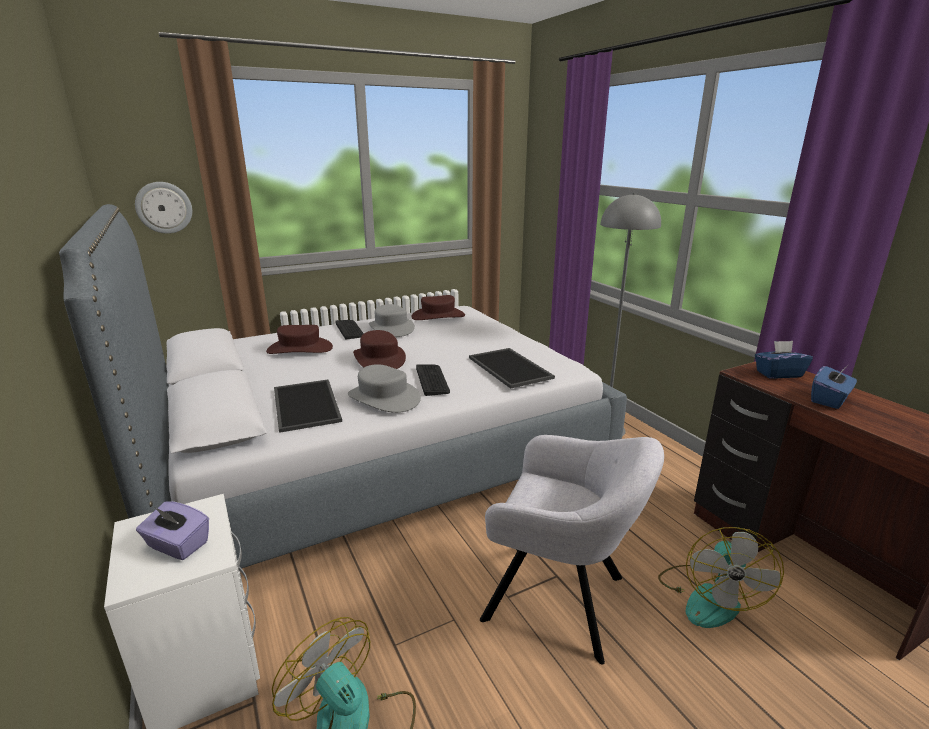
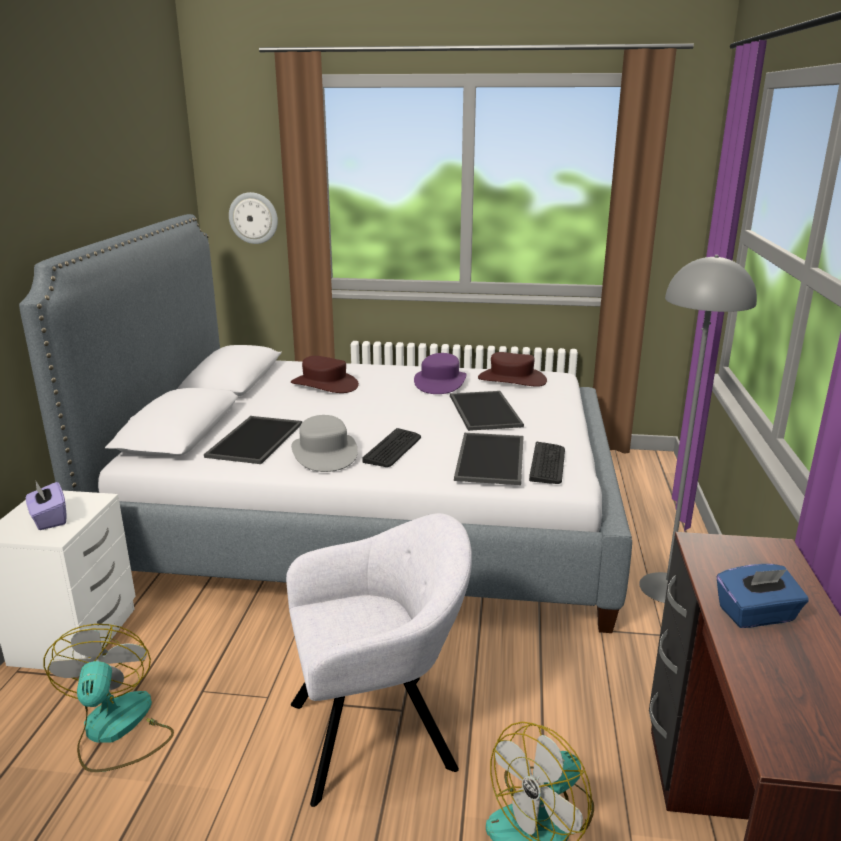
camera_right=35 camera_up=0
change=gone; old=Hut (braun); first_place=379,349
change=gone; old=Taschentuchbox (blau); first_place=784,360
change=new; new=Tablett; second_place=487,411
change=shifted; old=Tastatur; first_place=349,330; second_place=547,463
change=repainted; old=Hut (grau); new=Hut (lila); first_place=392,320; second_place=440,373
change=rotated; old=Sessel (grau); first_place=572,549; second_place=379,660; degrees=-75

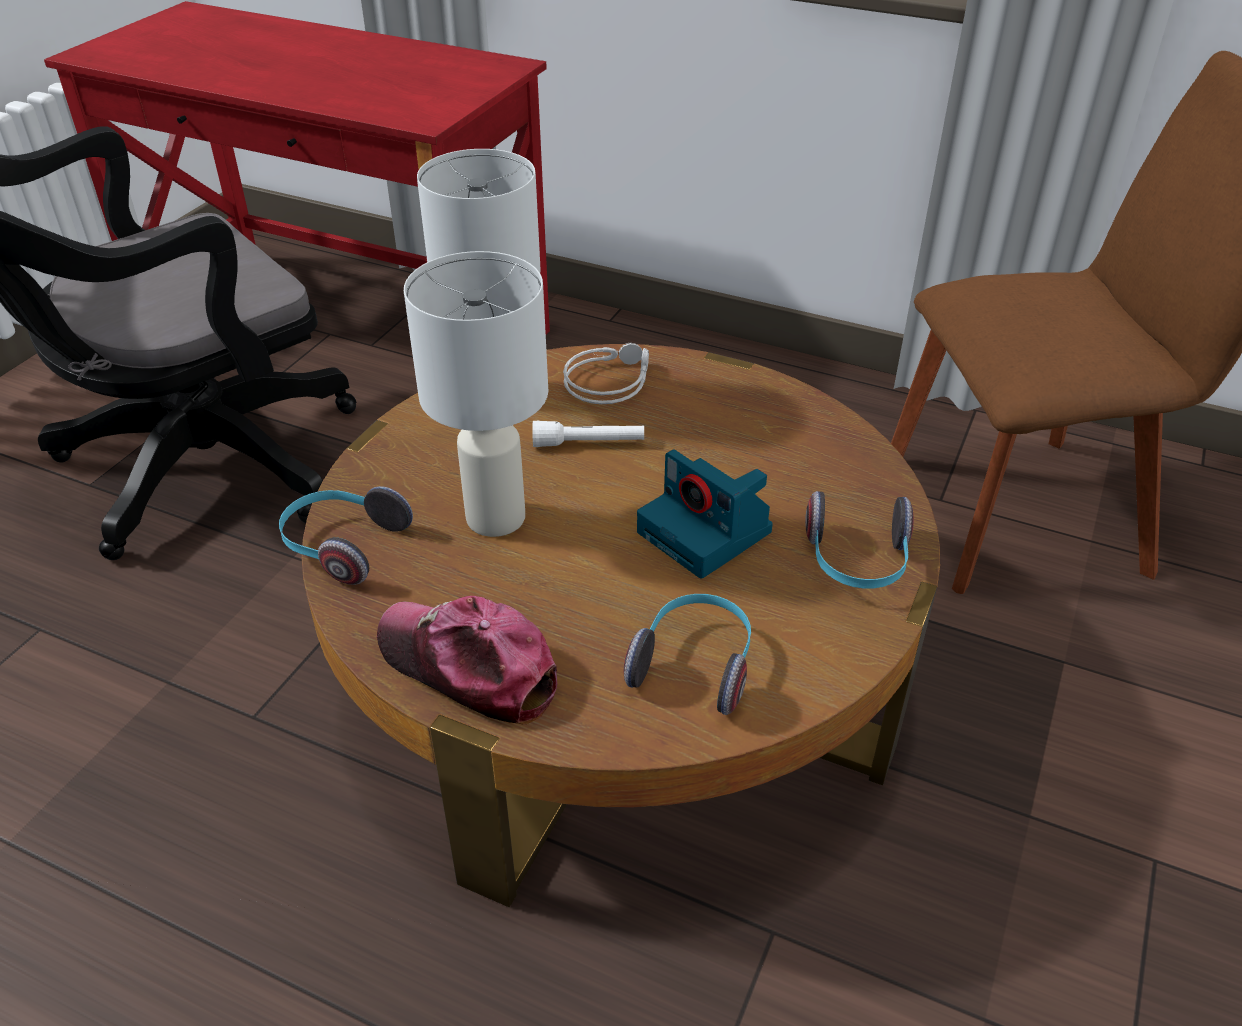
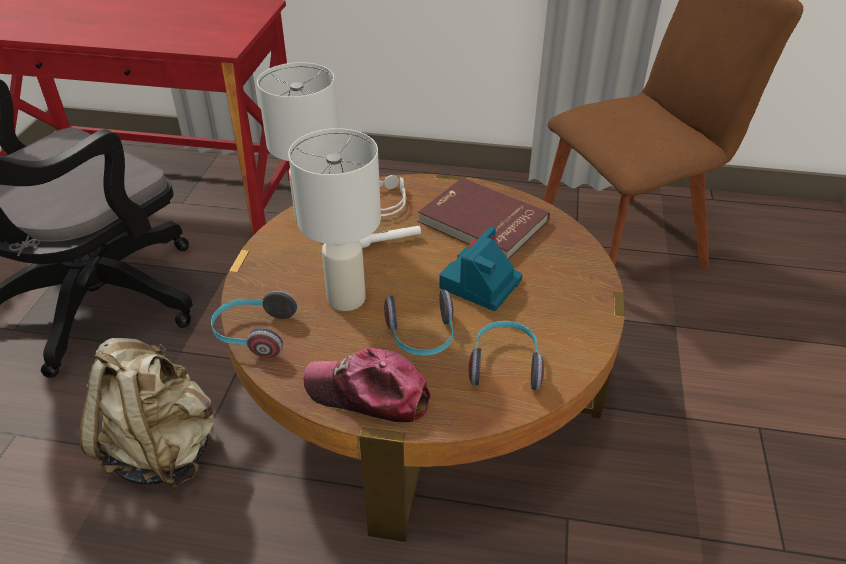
camera_right=-15 camera_up=0
change=new; new=Rucksack (beige); second_place=147,413
change=new; new=Buch (rot); second_place=484,219
change=shifted; old=Kopfhörer; first_place=859,540; second_place=418,323
change=rotated; old=Kamera; first_place=705,514; second_place=480,269; degrees=90

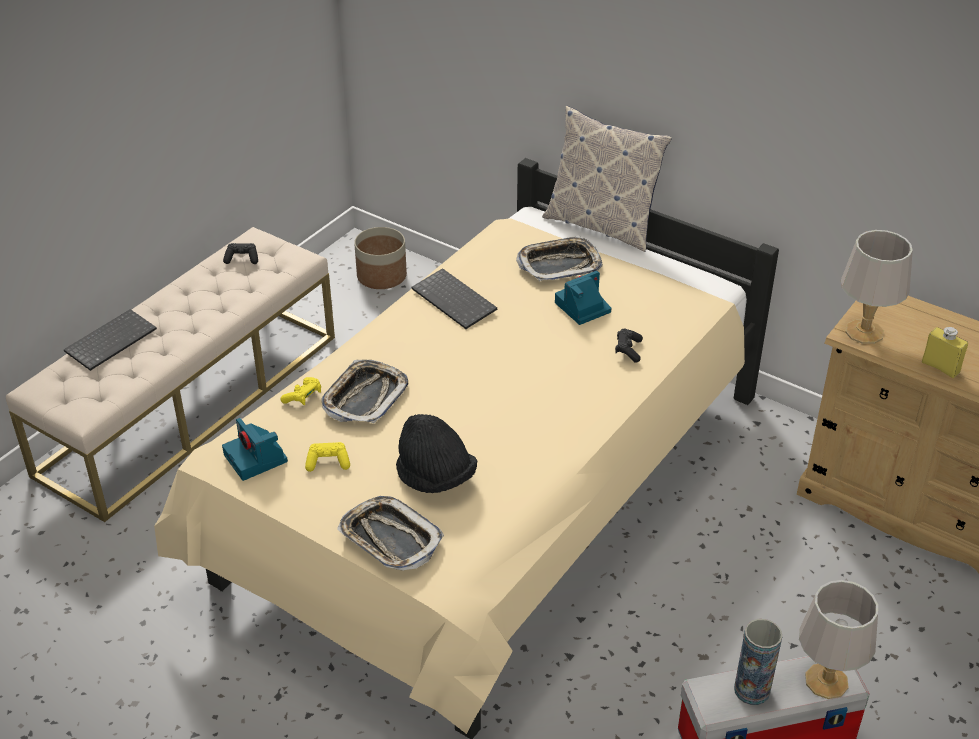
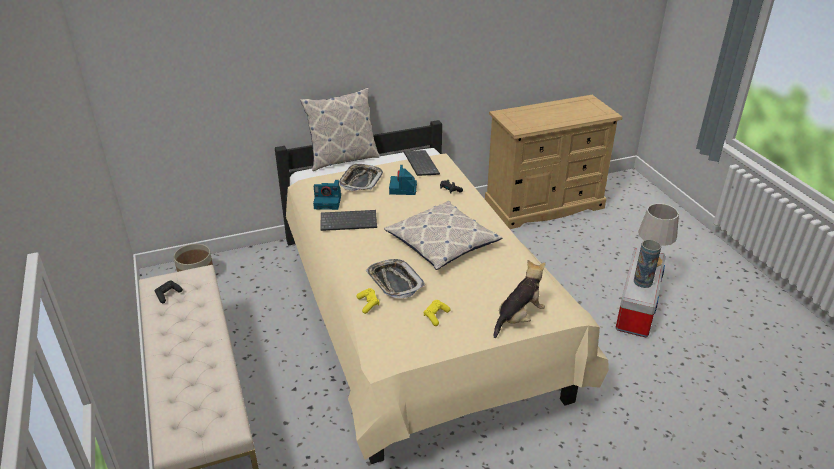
camera_right=-55 camera_up=-5
change=gone; old=Hut (schwarz); first_place=436,453
change=gone; old=Tischlampe (grau); first_place=877,287
change=gone; old=Flasche (gelb); first_place=945,352
change=new; new=Kissen; second_place=443,235
change=shifted; old=Tastatur; first_place=110,340; second_place=422,163
change=shifted; old=Kamera; first_place=255,449; second_place=327,195
change=swapped; old=Tablett; new=Plüschtier; first_place=390,533; second_place=519,299

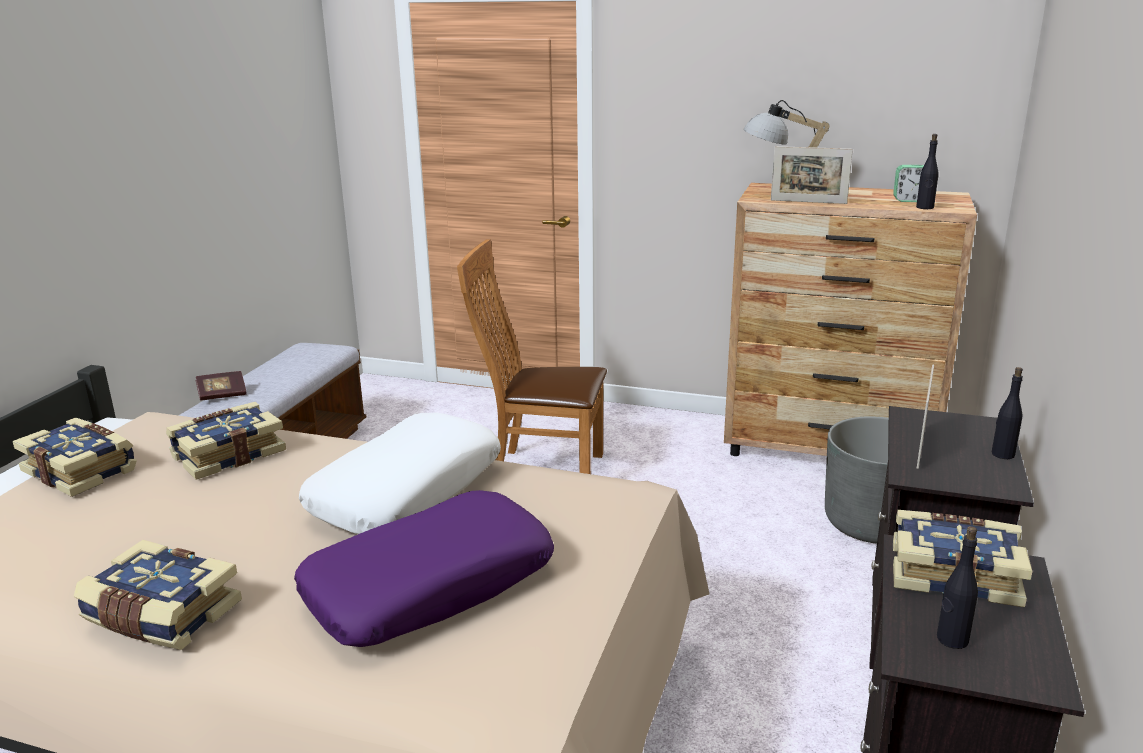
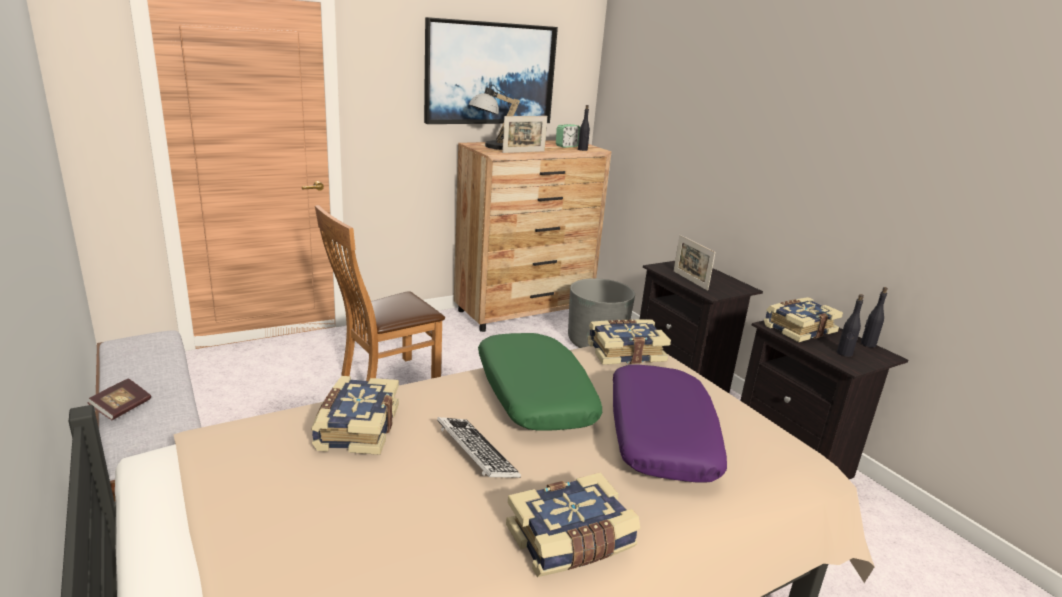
camera_right=-50 camera_up=0
change=new; new=Bild; second_place=491,70
change=new; new=Tastatur; second_place=479,447
change=shifted; old=Buch; first_place=75,457; second_place=629,342
change=shifted; old=Flasche (schwarz); first_place=1007,413; second_place=874,317
change=repainted; old=Kissen (weiß); new=Kissen (grün); first_place=400,473; second_place=540,382

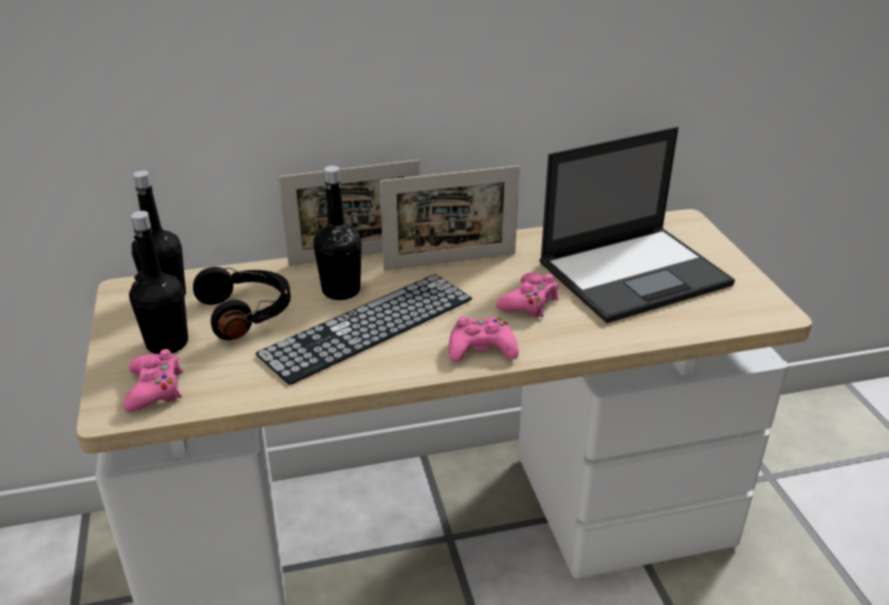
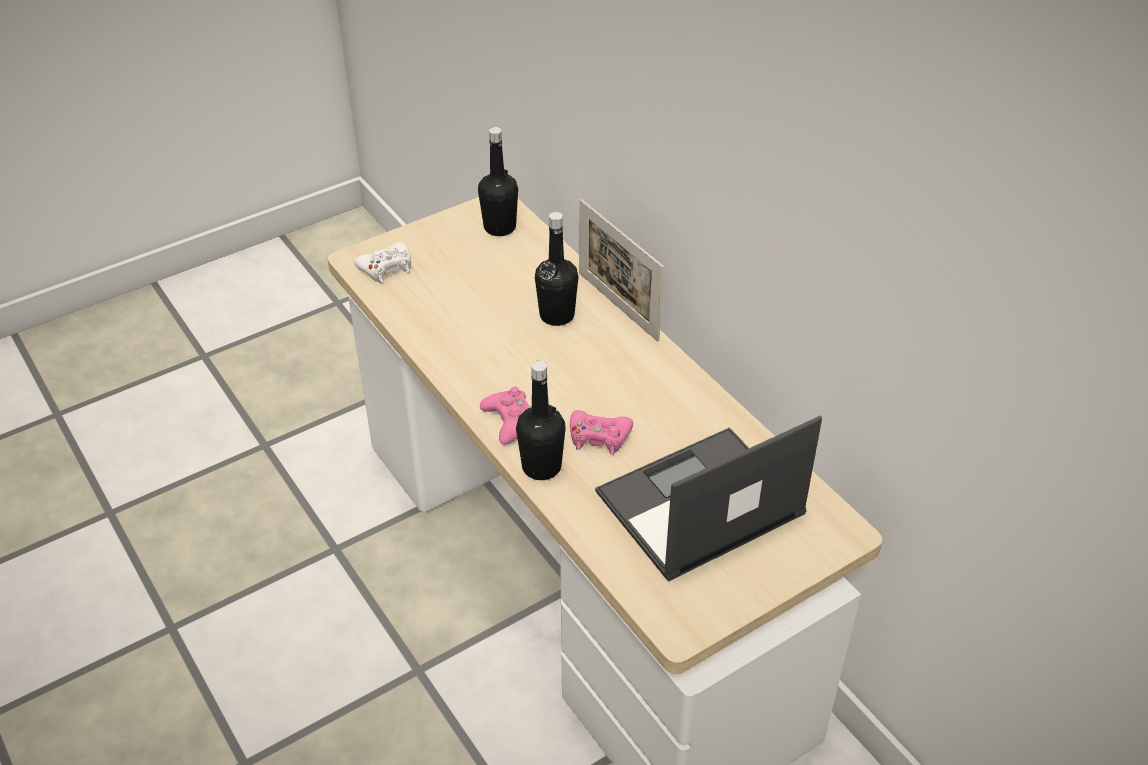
camera_right=70 camera_up=10
change=gone; old=Kopfhörer (schwarz); first_place=242,303
change=gone; old=Tastatur; first_place=364,329
change=gone; old=Bilderrahmen; first_place=450,217
change=shifted; old=Flasche (schwarz); first_place=158,282; second_place=540,420
change=repainted; old=Gamepad (rosa); new=Gamepad (weiß); first_place=153,380; second_place=382,262
change=rotated; old=Laptop; first_place=637,225; second_place=708,498; degrees=105

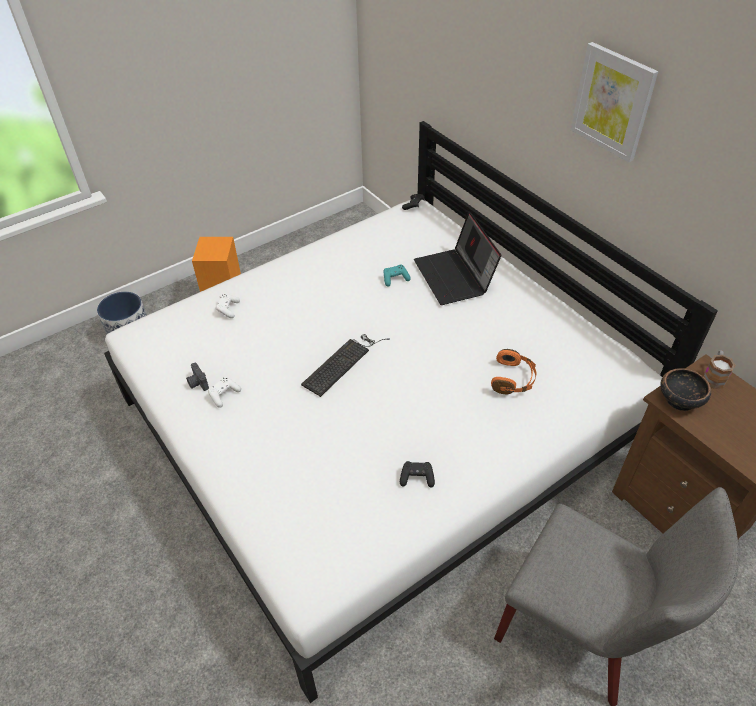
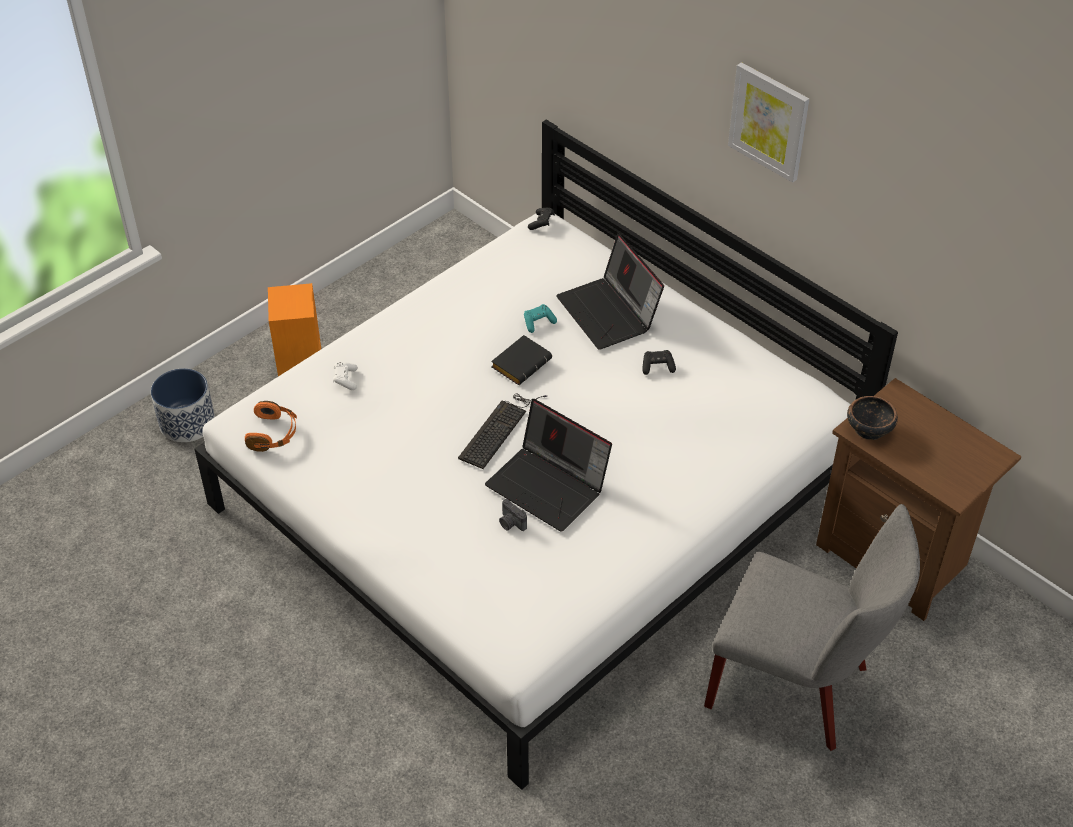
camera_right=-10 camera_up=0
change=gone; old=Gamepad (weiß); first_place=224,392
change=gone; old=Henkelbecher; first_place=719,369
change=new; new=Laptop; second_place=548,465
change=new; new=Buch (schwarz); second_place=521,360
change=shifted; old=Kamera; first_place=197,377; second_place=513,515
change=shifted; old=Gamepad (schwarz); first_place=417,474; second_place=659,362
change=shifted; old=Kopfhörer (orange); first_place=513,371; second_place=271,426

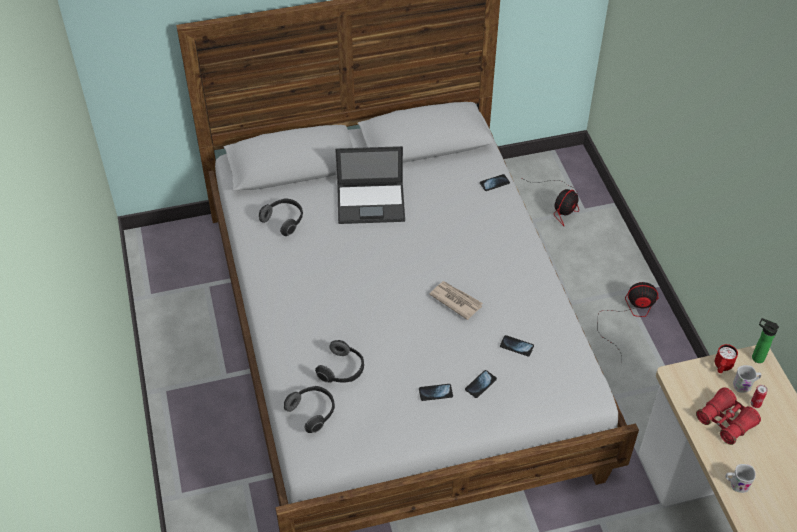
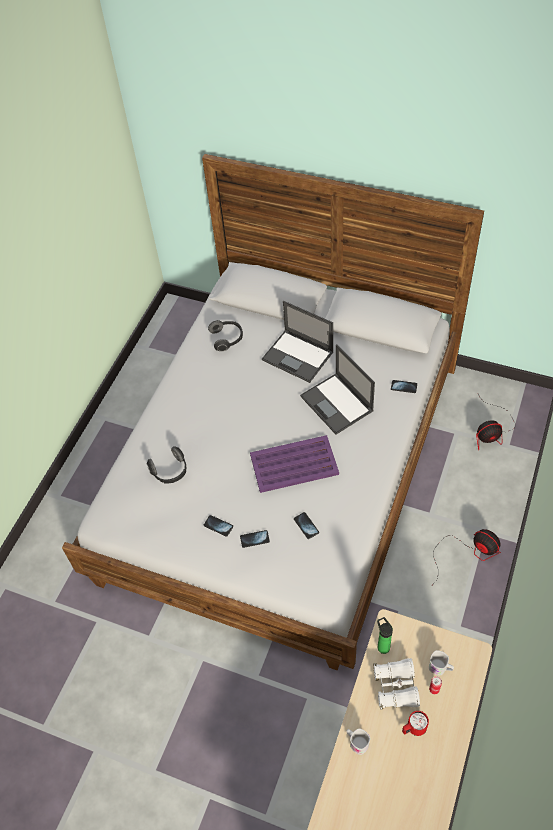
camera_right=40 camera_up=5
change=gone; old=Kopfhörer; first_place=309,409
change=new; new=Laptop; second_place=337,389
change=shifted; old=Henkelbecher (rot); first_place=726,358; second_place=415,723
change=shifted; old=Flasche; first_place=765,340; second_place=385,635
change=swapped; old=Zeitung; new=Tablett (lila); first_place=456,300; second_place=294,464
change=repainted; old=Fernglas (rot); new=Fernglas (weiß); first_place=728,416; second_place=396,684

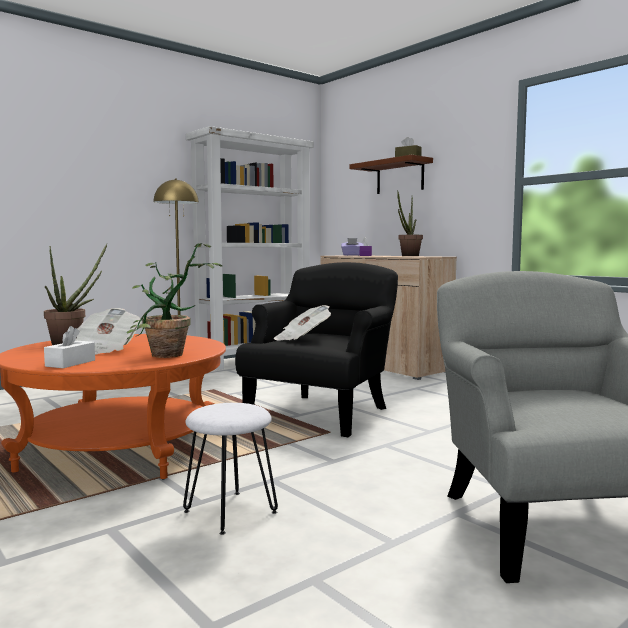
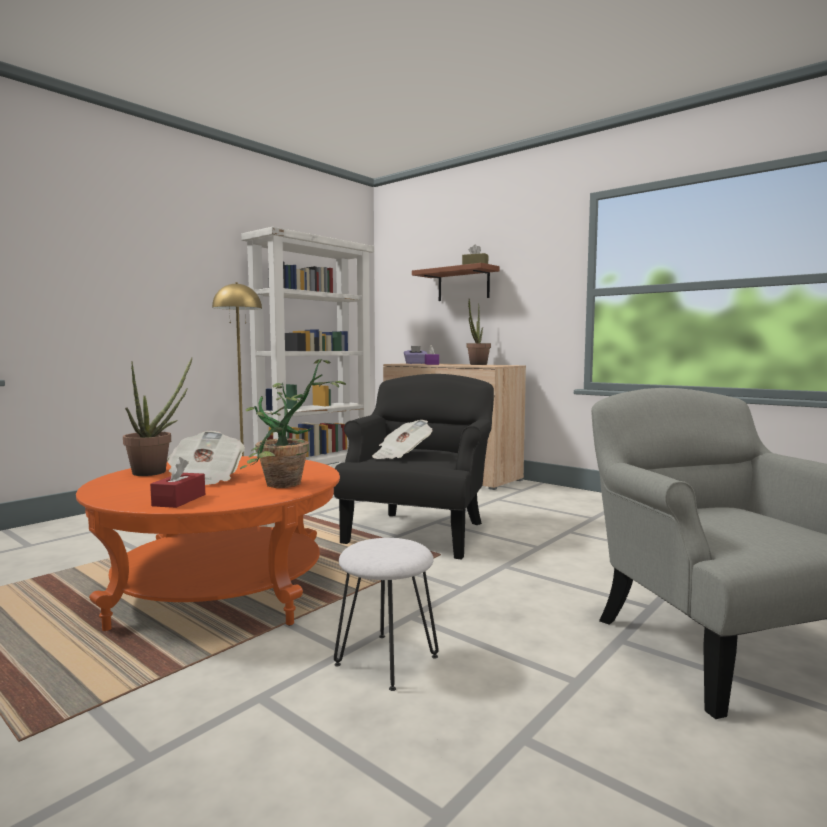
camera_right=-10 camera_up=0
change=repainted; old=Taschentuchbox (weiß); new=Taschentuchbox (rot); first_place=69,347; second_place=177,482

